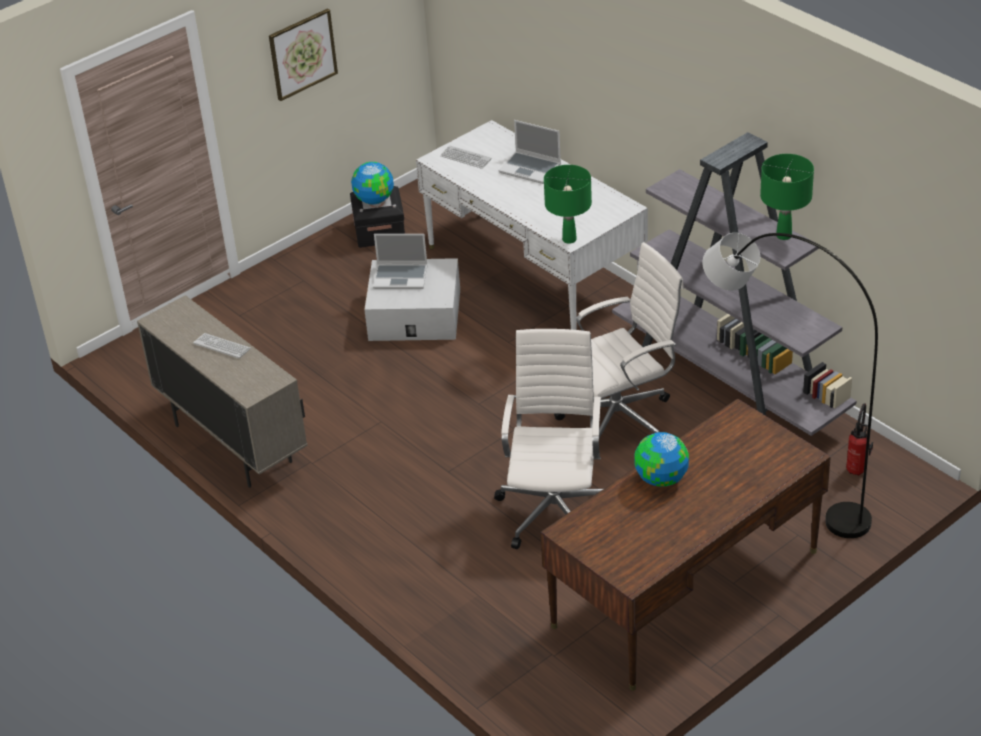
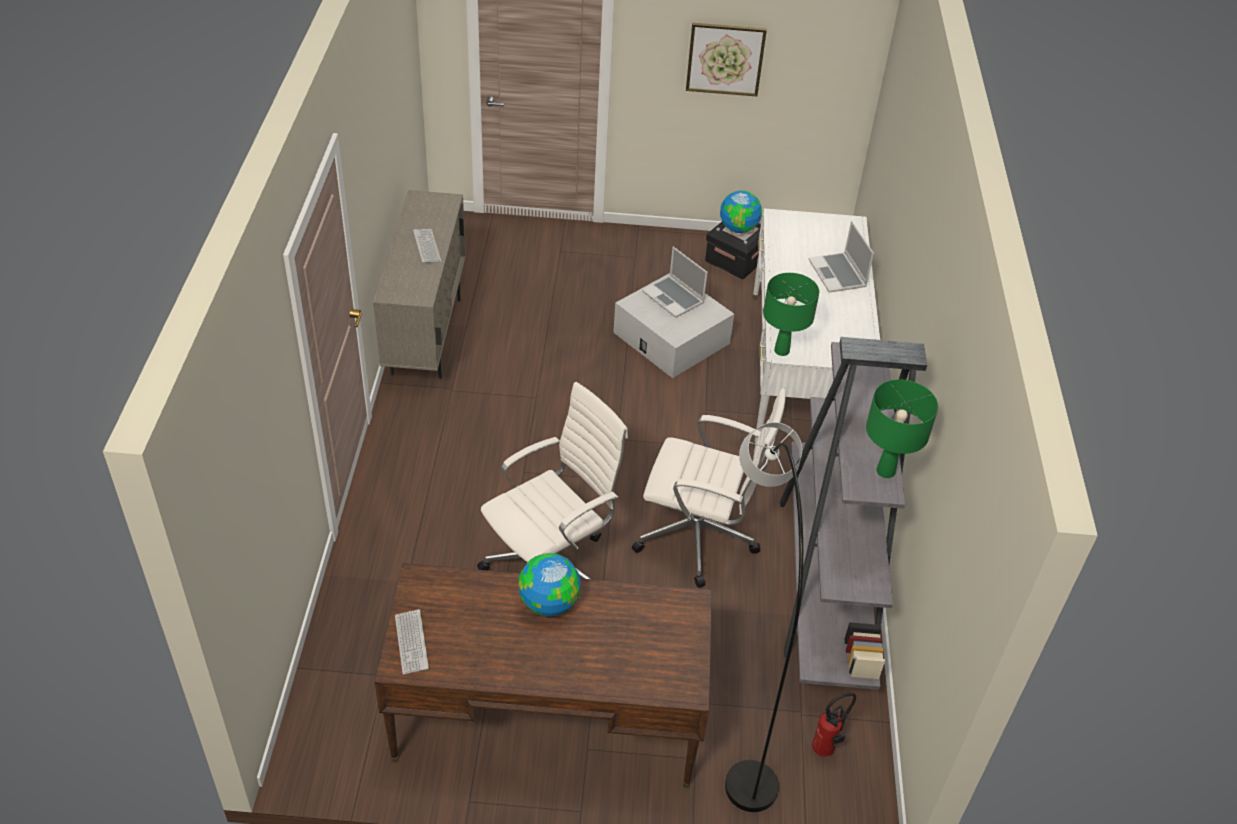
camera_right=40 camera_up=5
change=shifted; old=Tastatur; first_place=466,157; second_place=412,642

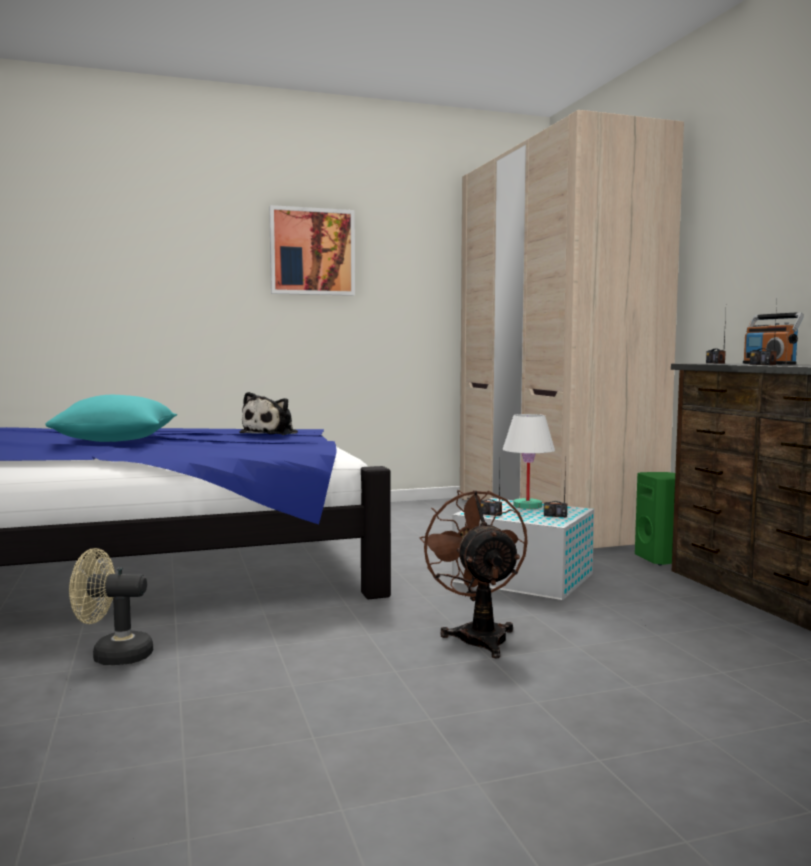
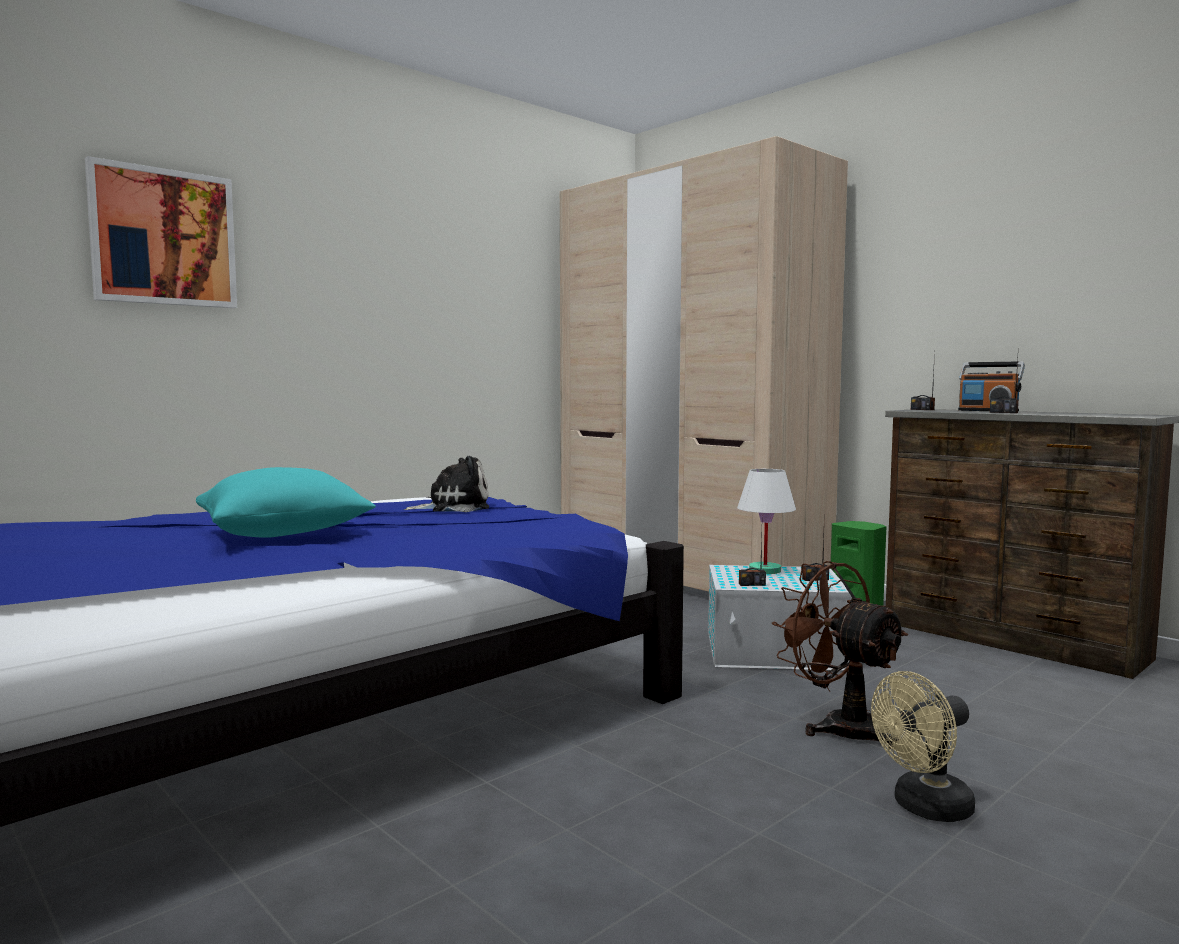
camera_right=-25 camera_up=0
change=shifted; old=Ventilator (beige); first_place=111,606; second_place=923,746
change=shifted; old=Bild; first_place=312,250; second_place=161,232
change=rotated; old=Plüschtier; first_place=268,413; second_place=446,484; degrees=-105

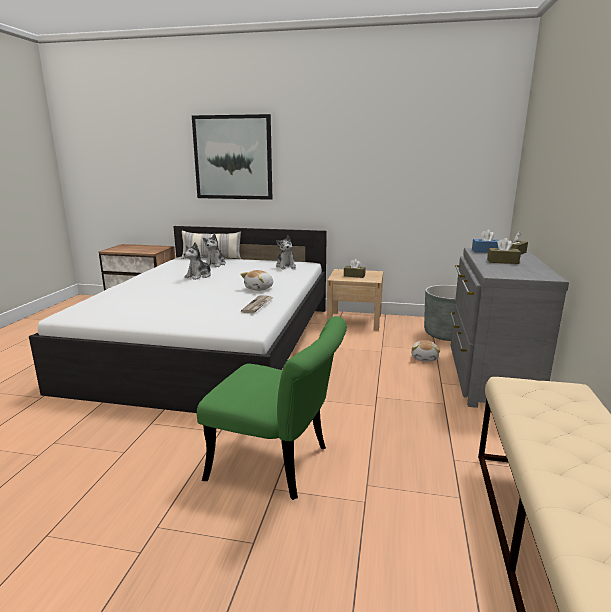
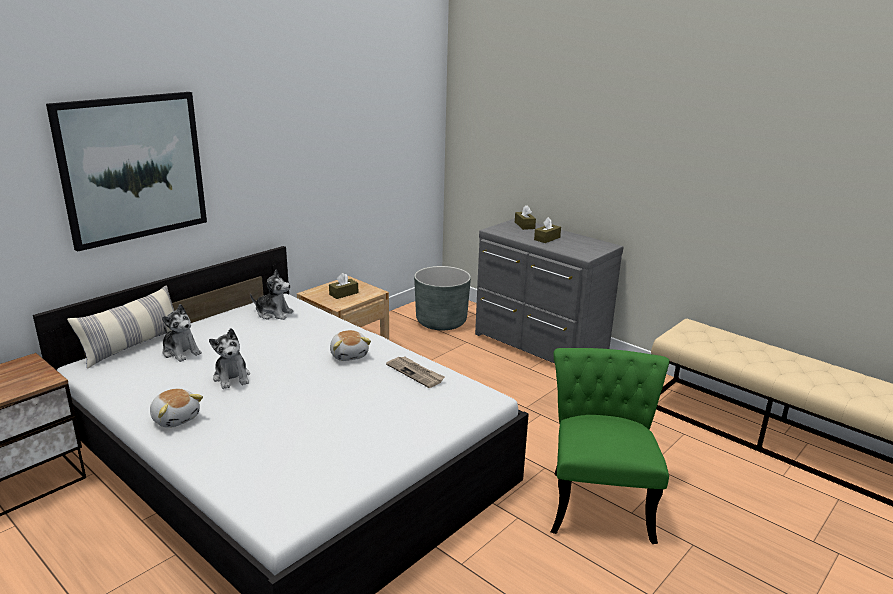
camera_right=-60 camera_up=5
change=gone; old=Taschentuchbox (blau); first_place=485,241
change=shifted; old=Plüschtier; first_place=425,351; second_place=176,408
change=rotated; old=Stuhl (grün); first_place=272,408; second_place=610,446; degrees=-45

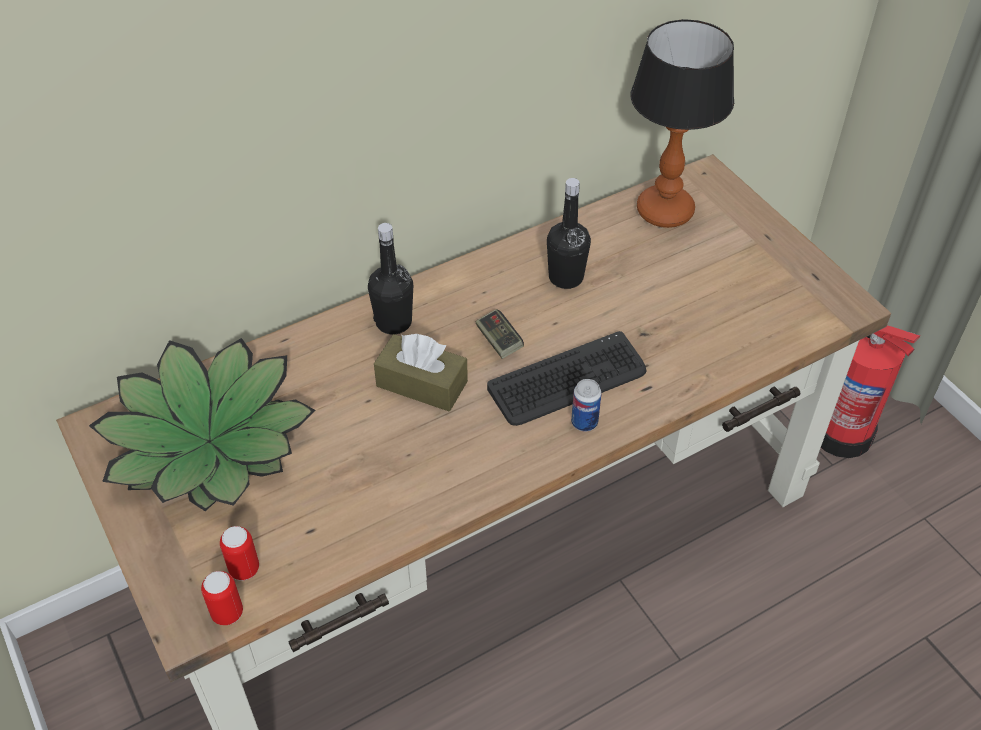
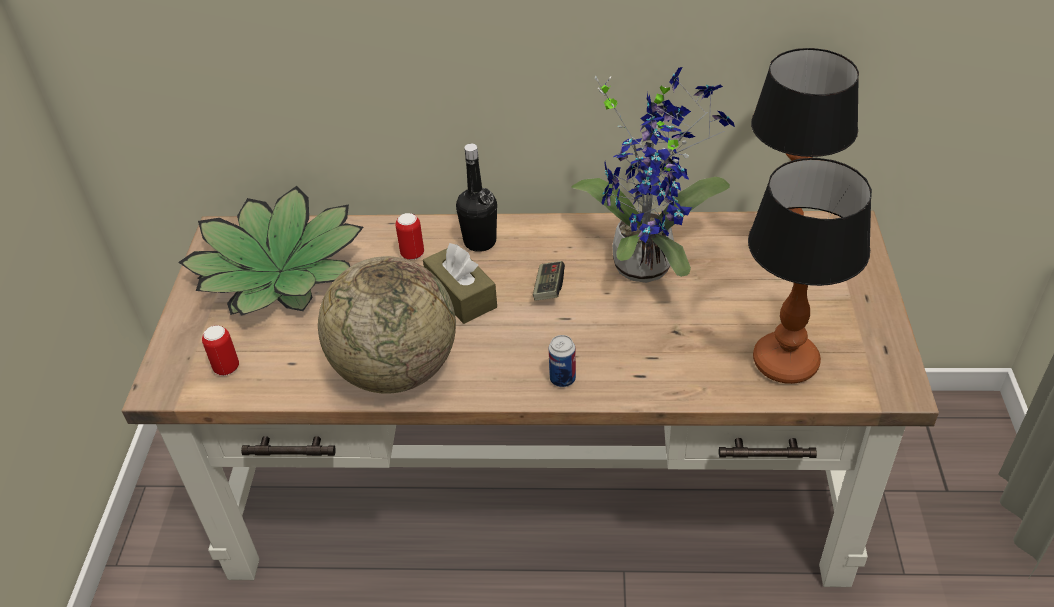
camera_right=35 camera_up=-5
change=gone; old=Tastatur; first_place=566,378
change=gone; old=Feuerlöscher; first_place=870,392
change=new; new=Globus; second_place=387,325
change=new; new=Tischlampe; second_place=810,271
change=shifted; old=Dose; first_place=222,598; second_place=410,236
change=swapped; old=Flasche (schwarz); new=Topfpflanze; first_place=569,233; second_place=653,175

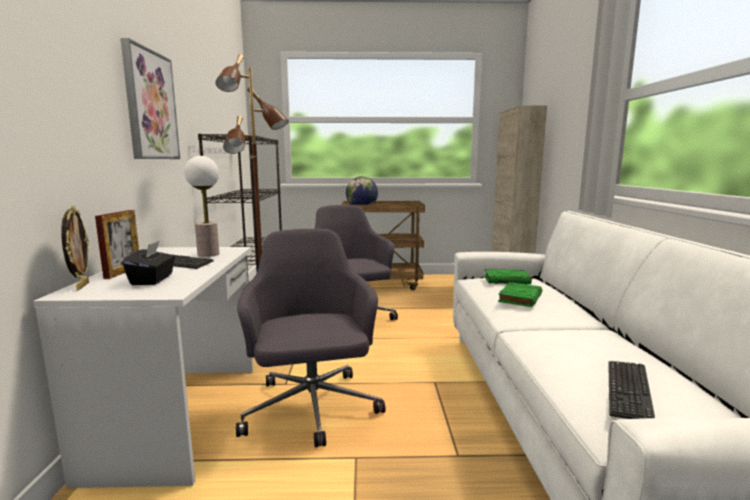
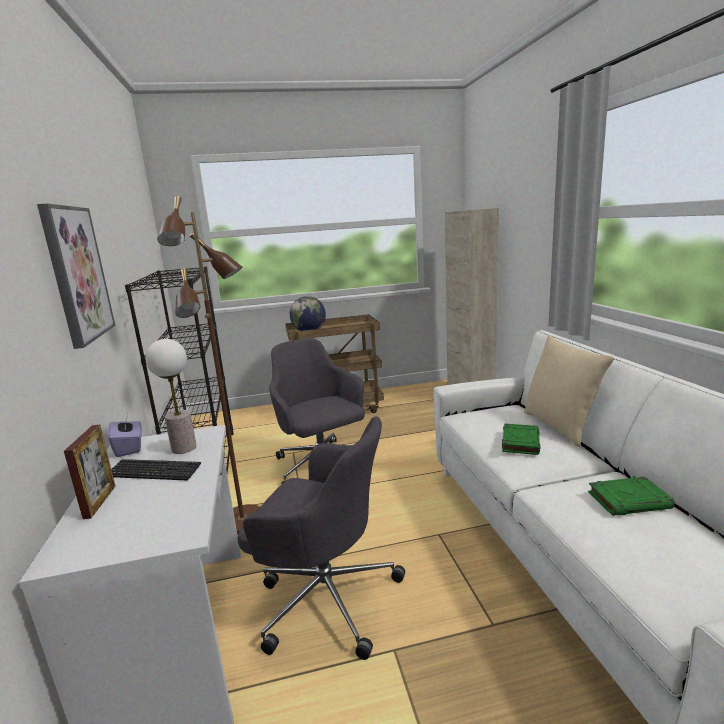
camera_right=-10 camera_up=5
change=gone; old=Bilderrahmen; first_place=75,248
change=gone; old=Taschentuchbox (schwarz); first_place=148,263
change=gone; old=Tastatur; first_place=631,390
change=new; new=Taschentuchbox (lila); second_place=125,435
change=new; new=Kissen (beige); second_place=569,391
change=shifted; old=Buch (grün); first_place=508,276; second_place=631,496
change=rotated; old=Bürostuhl (grau); first_place=310,338; second_place=321,538; degrees=135

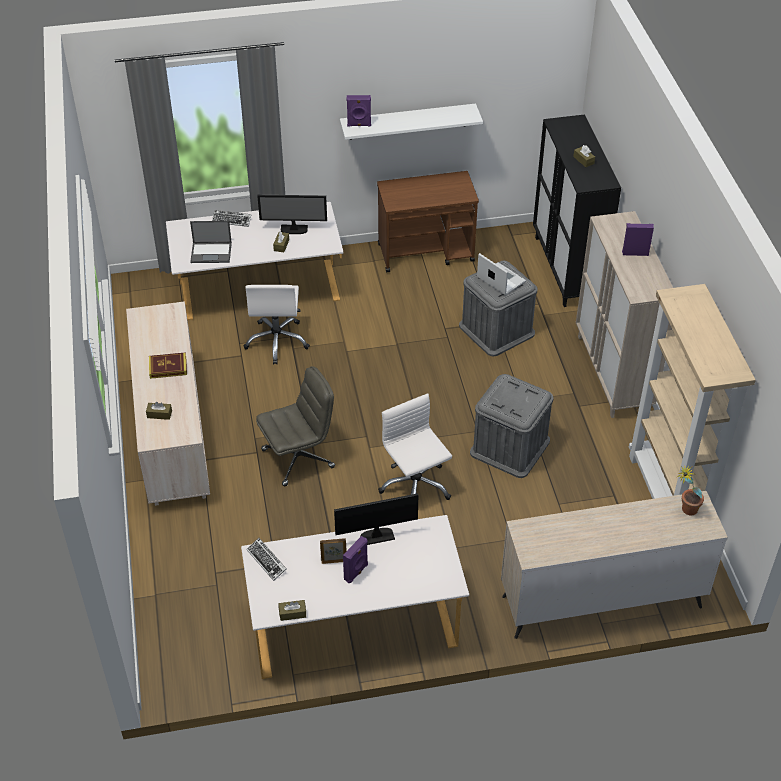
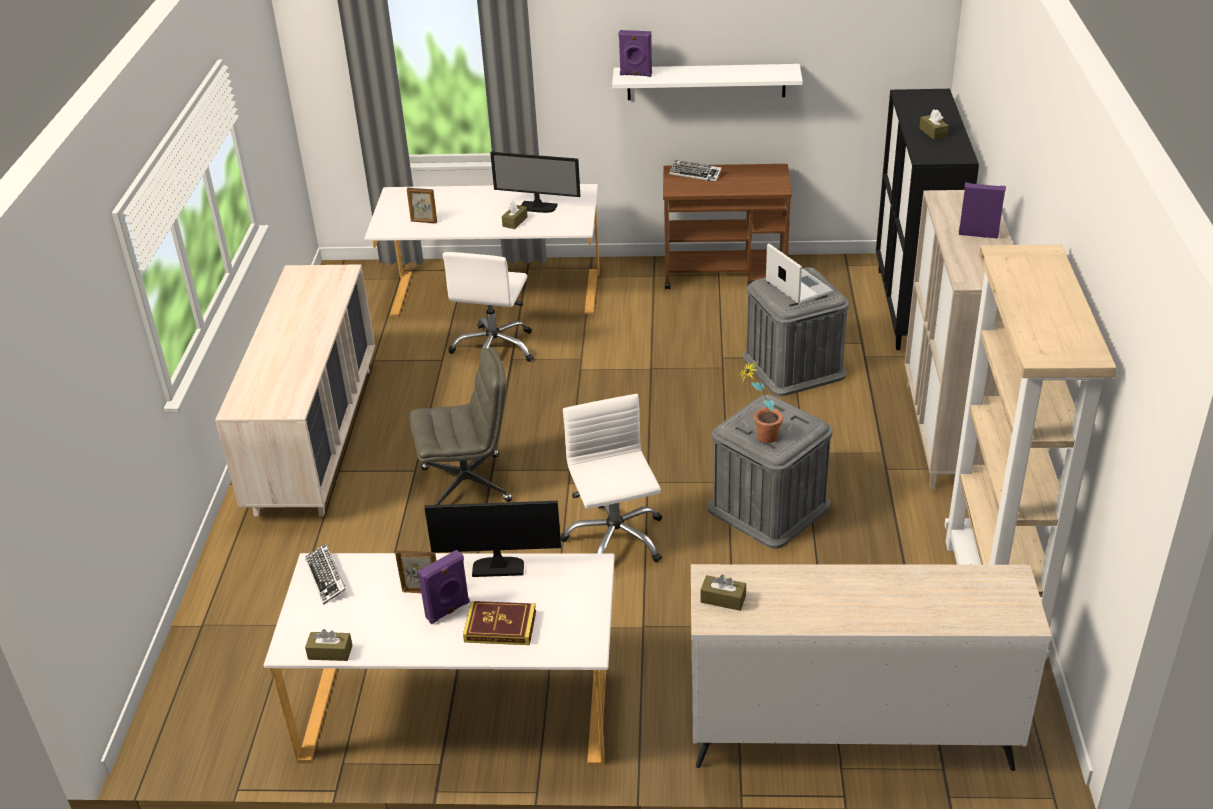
camera_right=15 camera_up=-10
change=shifted; old=Taschentuchbox (braun); first_place=159,411; second_place=723,593
change=shifted; old=Buch; first_place=168,365; second_place=499,623
change=shifted; old=Tastatur; first_place=231,218; second_place=695,171
change=shifted; old=Topfpflanze; first_place=690,490; second_place=761,402
change=swapped; old=Laptop; new=Bilderrahmen; first_place=211,242; second_place=422,205

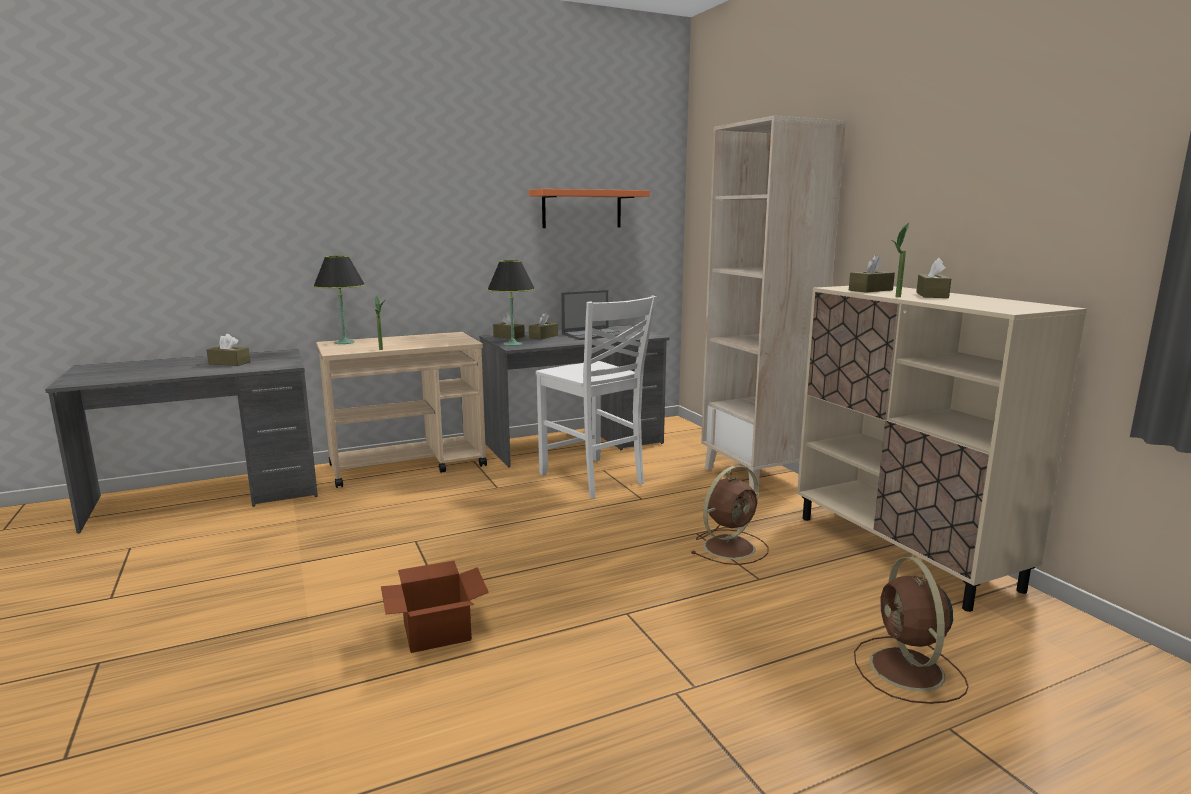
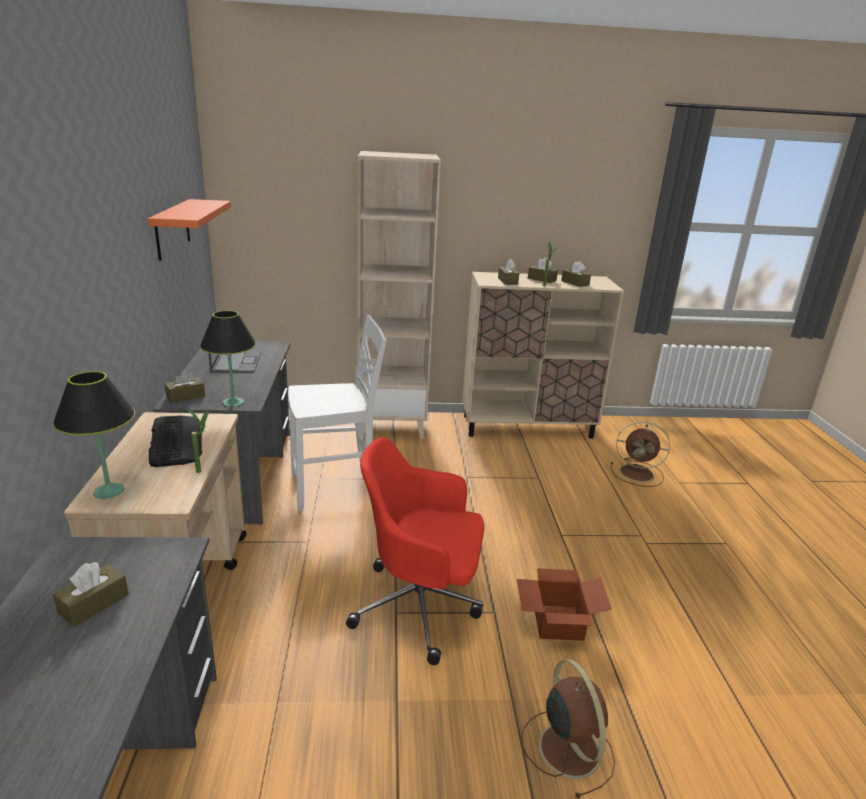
camera_right=-70 camera_up=10
change=new; new=Tastatur; second_place=175,441
change=new; new=Bürostuhl (rot); second_place=415,551
change=shifted; old=Taschentuchbox (braun); first_place=543,326; second_place=576,274
change=shifted; old=Ventilator (braun); first_place=730,515; second_place=568,729

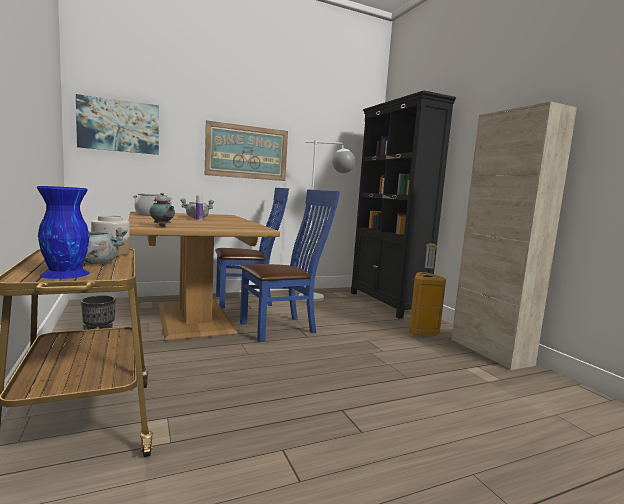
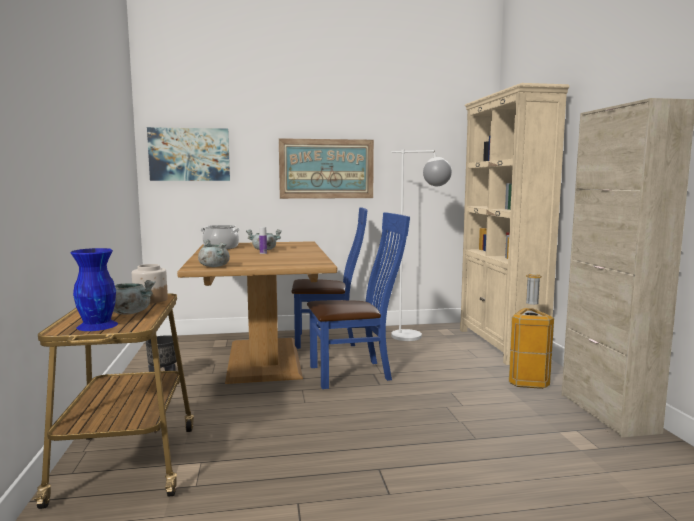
camera_right=15 camera_up=0
change=swapped; old=Teekanne; new=Kochtopf (grau); first_place=162,210; second_place=214,253
change=repainted; old=Bücherregal (schwarz); new=Bücherregal (beige); first_place=403,204; second_place=515,224

